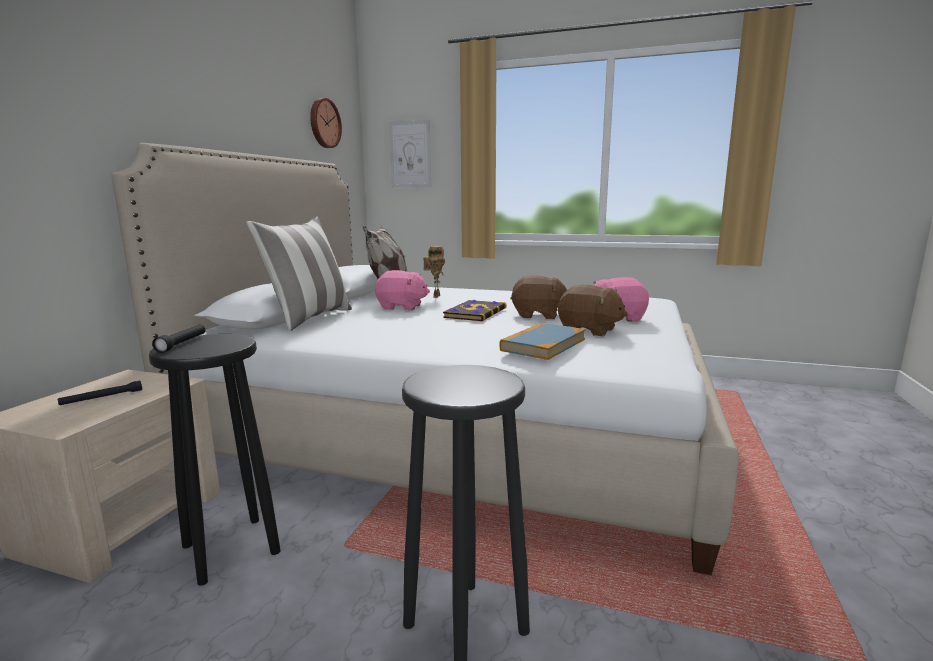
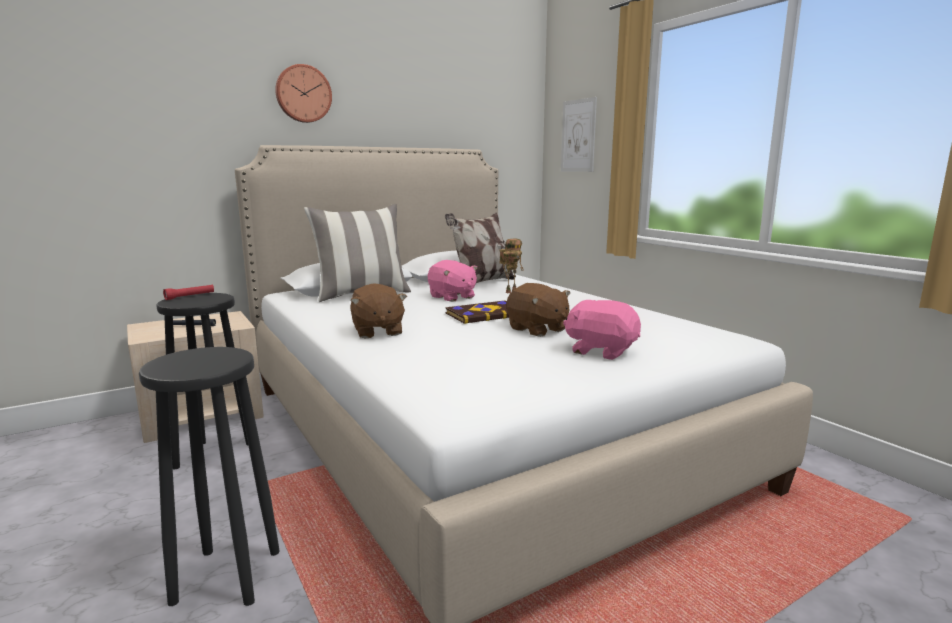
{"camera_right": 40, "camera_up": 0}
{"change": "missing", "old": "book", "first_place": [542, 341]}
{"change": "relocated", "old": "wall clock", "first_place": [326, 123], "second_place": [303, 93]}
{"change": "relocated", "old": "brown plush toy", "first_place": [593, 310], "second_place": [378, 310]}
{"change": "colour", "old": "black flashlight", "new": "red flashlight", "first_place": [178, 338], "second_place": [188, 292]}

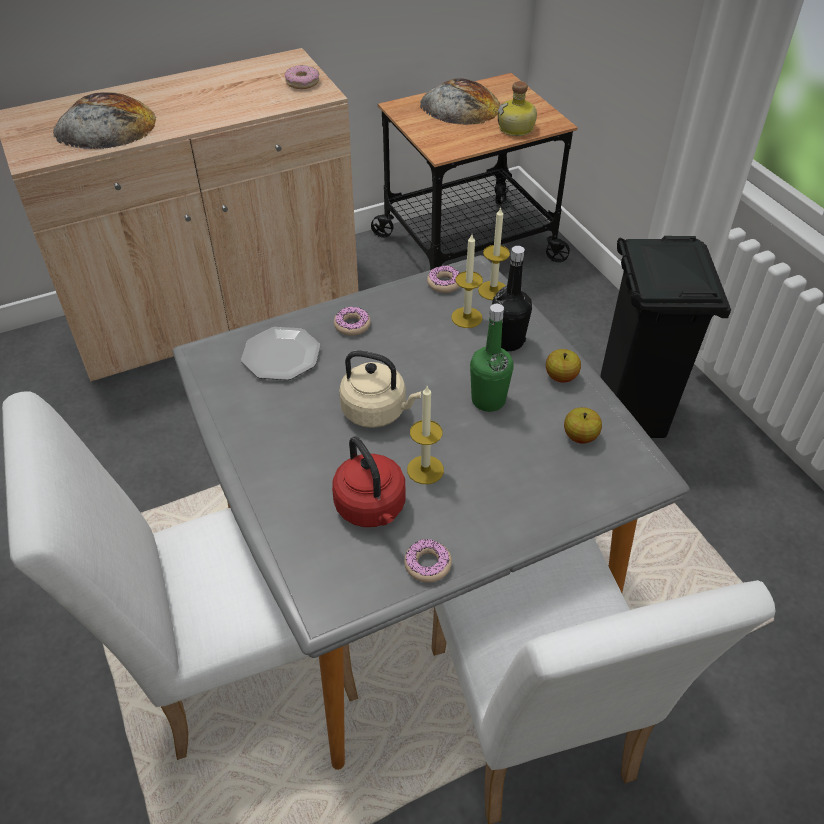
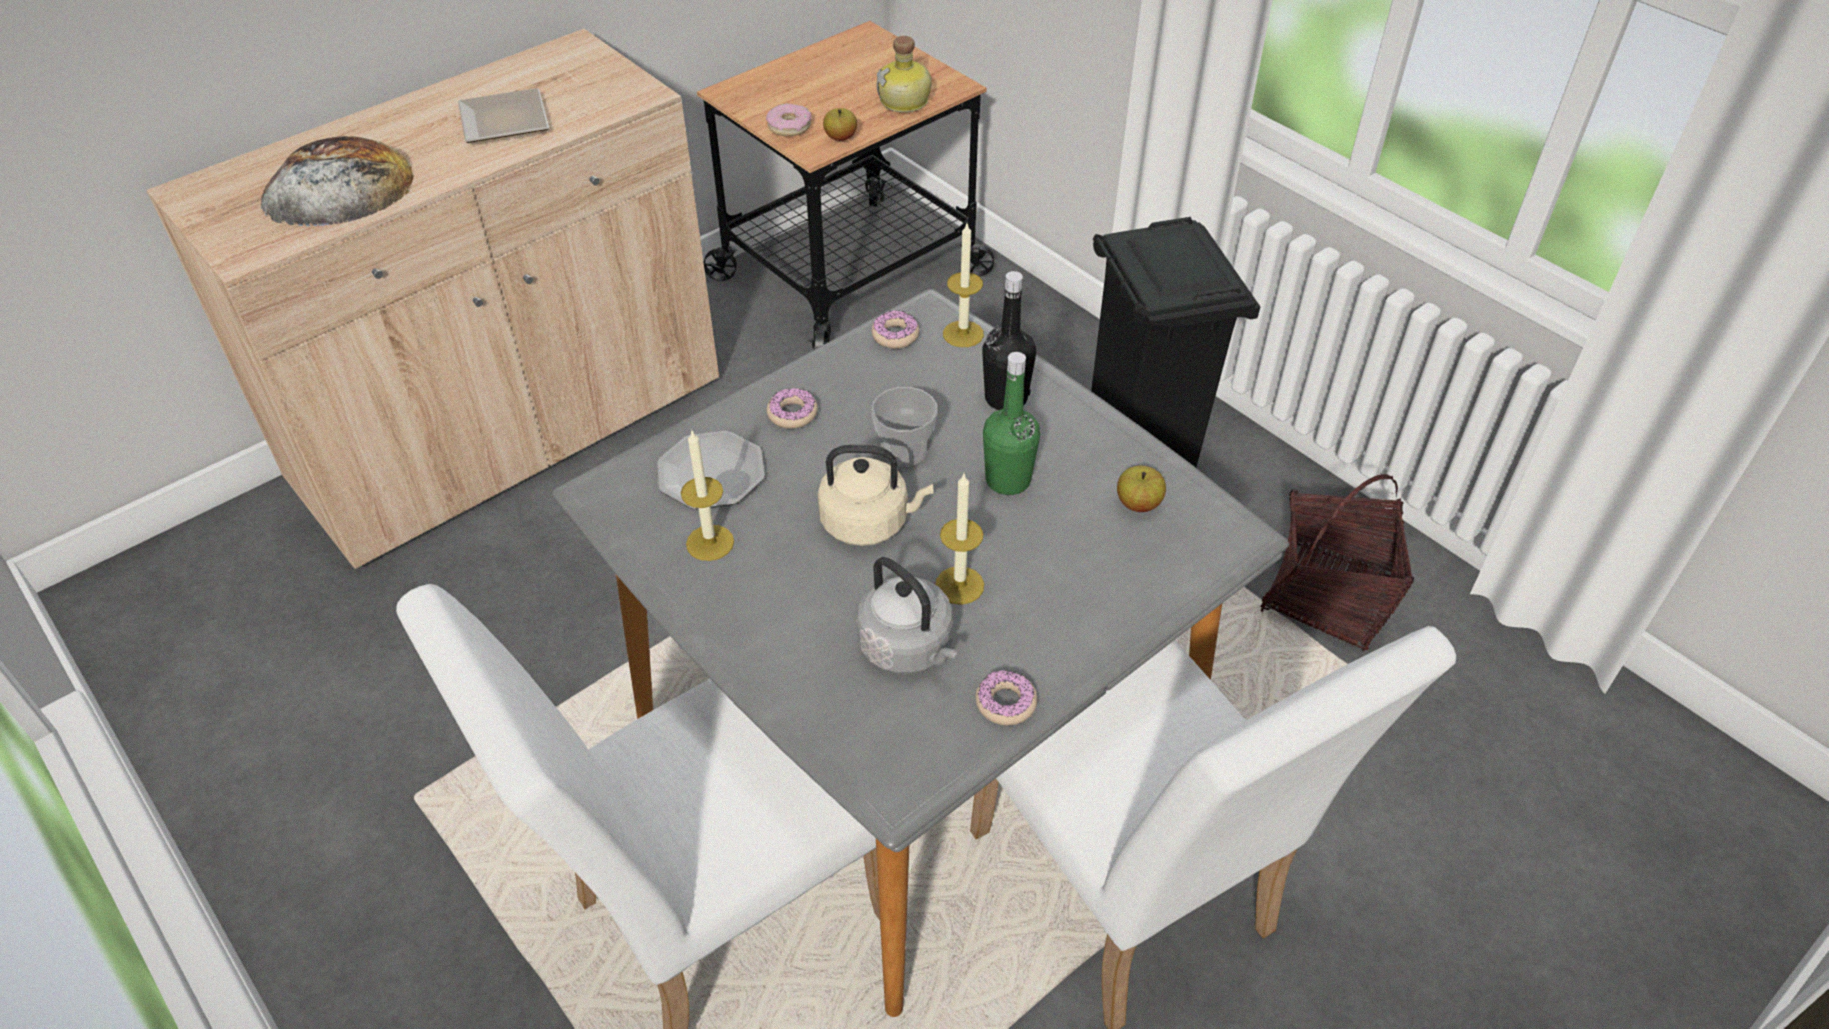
{"camera_right": -15, "camera_up": 0}
{"change": "missing", "old": "bread", "first_place": [460, 101]}
{"change": "appeared", "new": "plate", "second_place": [503, 115]}
{"change": "appeared", "new": "cup", "second_place": [904, 426]}
{"change": "appeared", "new": "basket", "second_place": [1337, 563]}
{"change": "relocated", "old": "donut", "first_place": [302, 77], "second_place": [789, 119]}
{"change": "relocated", "old": "candle", "first_place": [467, 281], "second_place": [707, 495]}
{"change": "relocated", "old": "apple", "first_place": [563, 366], "second_place": [840, 124]}
{"change": "colour", "old": "red kettle", "new": "grey kettle", "first_place": [369, 481], "second_place": [906, 615]}

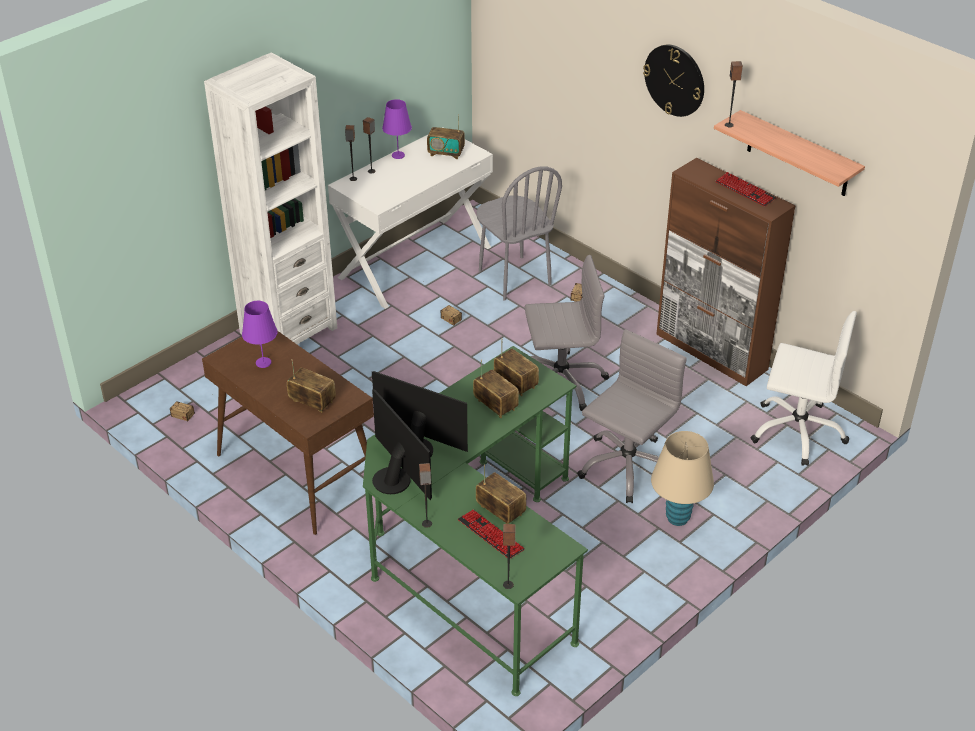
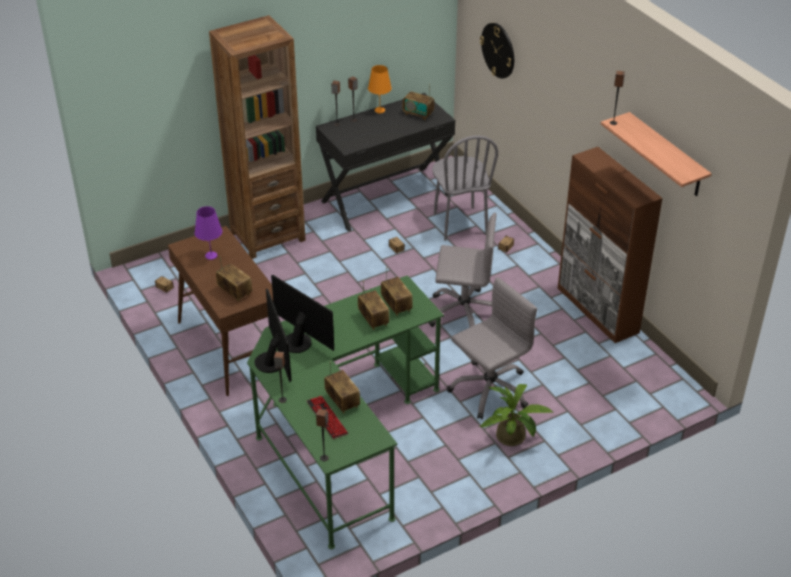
{"camera_right": 15, "camera_up": 0}
{"change": "missing", "old": "keyboard", "first_place": [746, 189]}
{"change": "missing", "old": "white office chair", "first_place": [804, 388]}
{"change": "relocated", "old": "wall clock", "first_place": [673, 80], "second_place": [497, 51]}
{"change": "exchanged", "old": "beige table lamp", "new": "potted plant", "first_place": [682, 478], "second_place": [516, 415]}
{"change": "colour", "old": "white bookcase", "new": "brown bookcase", "first_place": [270, 198], "second_place": [257, 137]}
{"change": "colour", "old": "white desk", "new": "black desk", "first_place": [410, 218], "second_place": [385, 162]}
{"change": "colour", "old": "purple table lamp", "new": "orange table lamp", "first_place": [397, 129], "second_place": [380, 89]}

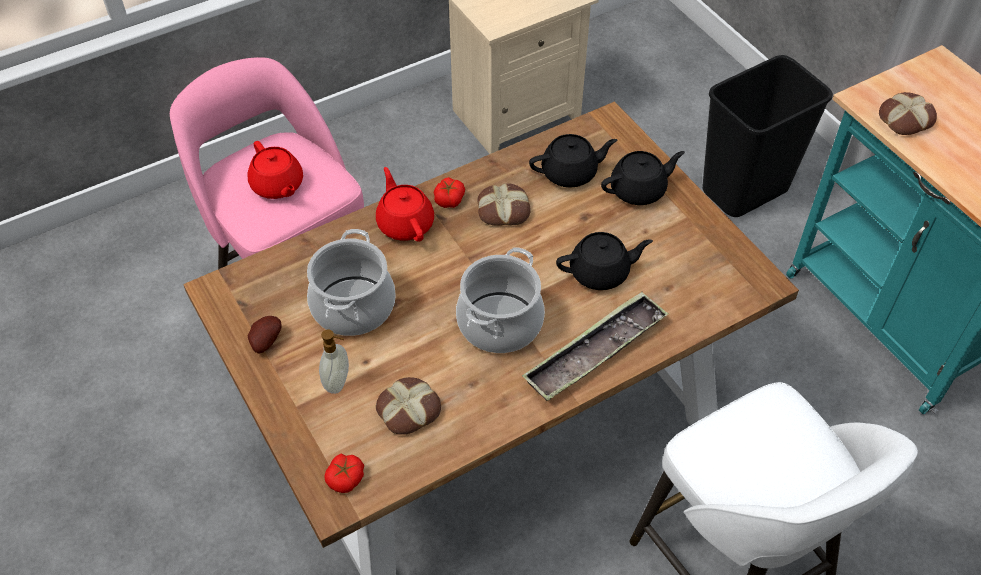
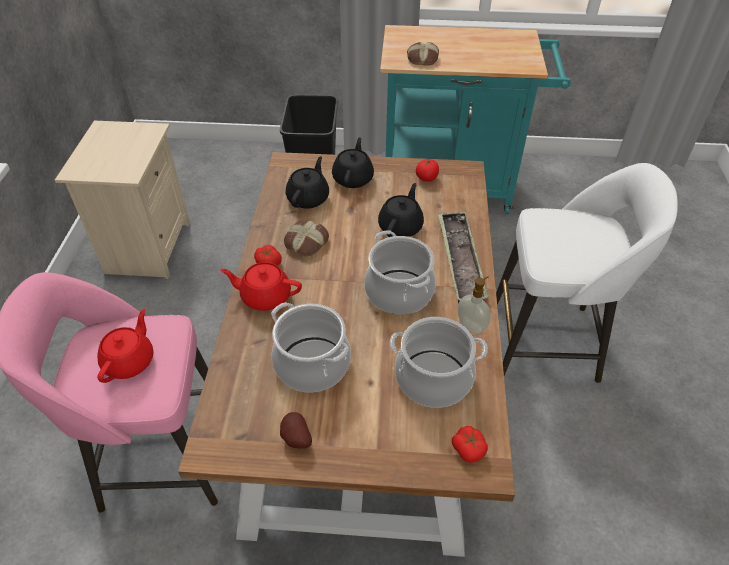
{"camera_right": -55, "camera_up": -5}
{"change": "appeared", "new": "tomato", "second_place": [427, 170]}
{"change": "relocated", "old": "soap dispenser", "first_place": [334, 361], "second_place": [474, 305]}
{"change": "exchanged", "old": "bread", "new": "cooking pot", "first_place": [408, 406], "second_place": [439, 362]}
{"change": "spun", "old": "red teapot", "first_place": [275, 170], "second_place": [125, 346], "degrees": -75}

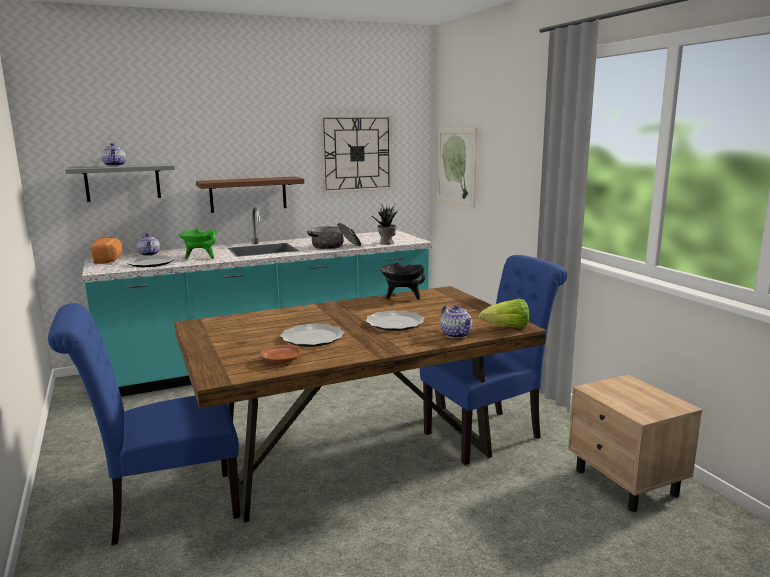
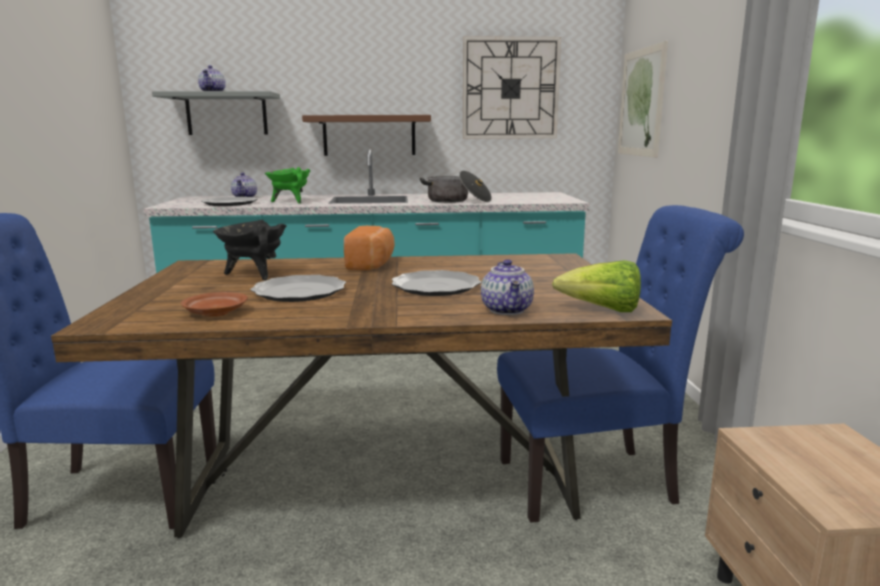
{"camera_right": 20, "camera_up": 0}
{"change": "missing", "old": "potted plant", "first_place": [384, 224]}
{"change": "relocated", "old": "bread", "first_place": [107, 251], "second_place": [369, 248]}
{"change": "relocated", "old": "black cooking pot", "first_place": [403, 281], "second_place": [249, 250]}

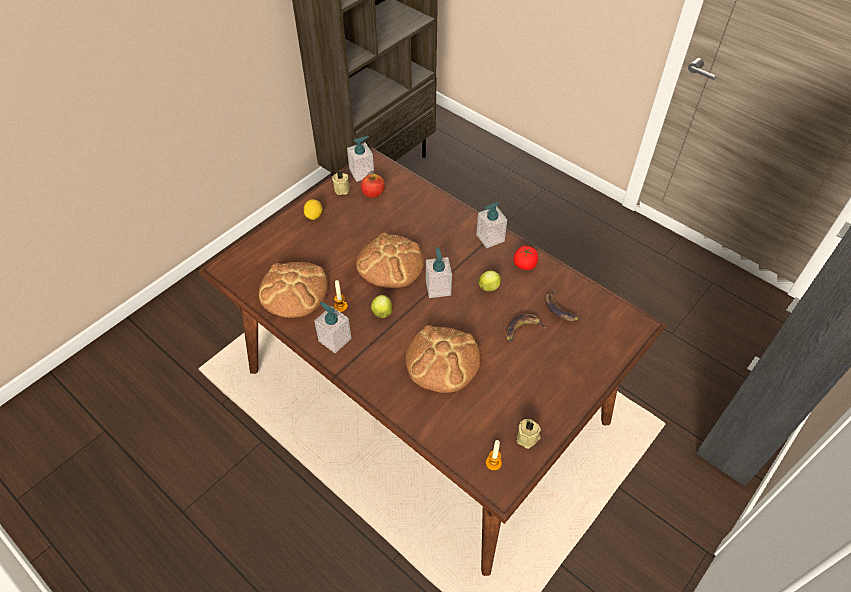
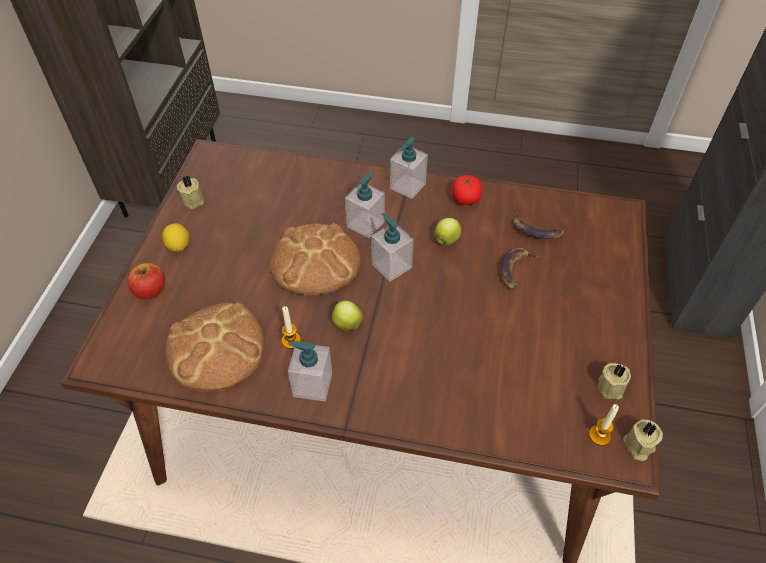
{"camera_right": -30, "camera_up": 0}
{"change": "missing", "old": "bread", "first_place": [443, 359]}
{"change": "appeared", "new": "beige candle", "second_place": [643, 440]}
{"change": "relocated", "old": "soap dispenser", "first_place": [360, 159], "second_place": [365, 204]}
{"change": "relocated", "old": "apple", "first_place": [373, 186], "second_place": [146, 281]}

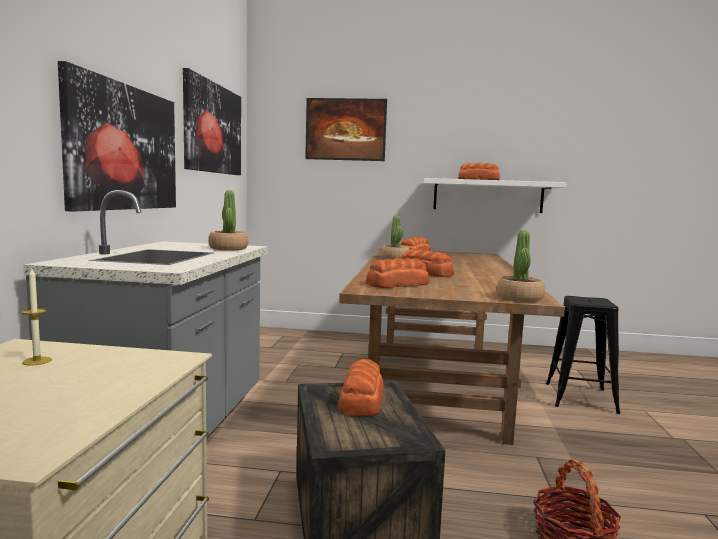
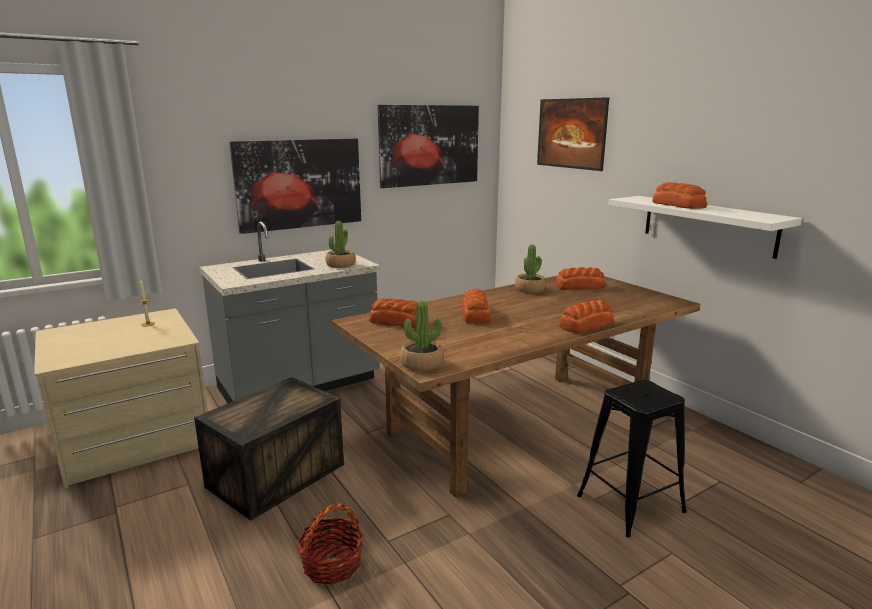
{"camera_right": 50, "camera_up": 10}
{"change": "relocated", "old": "bread", "first_place": [361, 387], "second_place": [586, 316]}

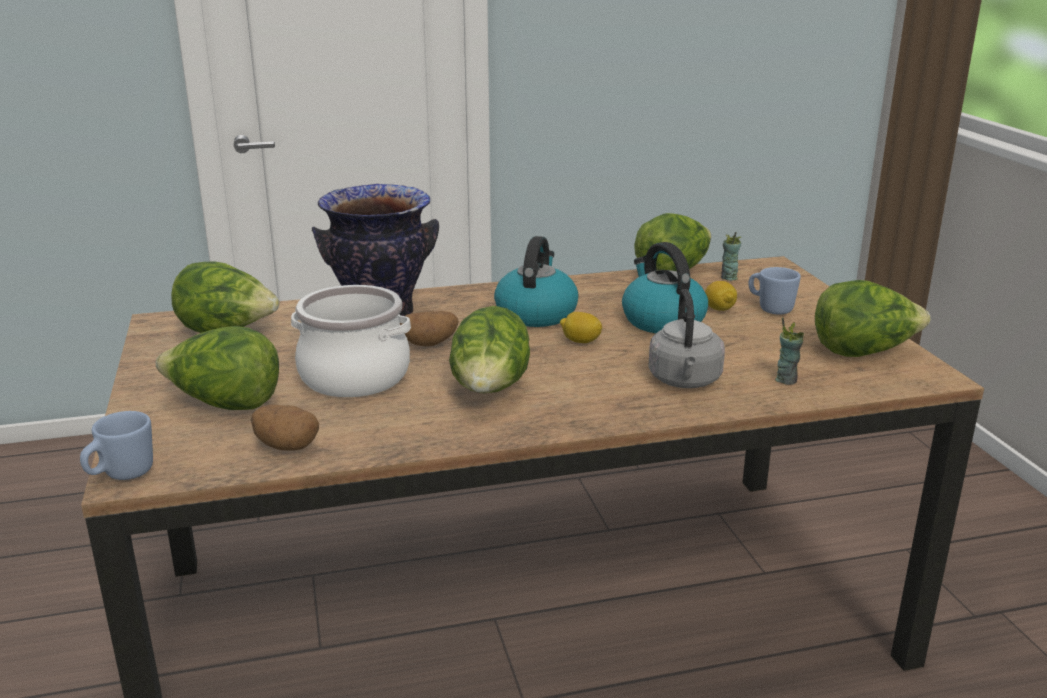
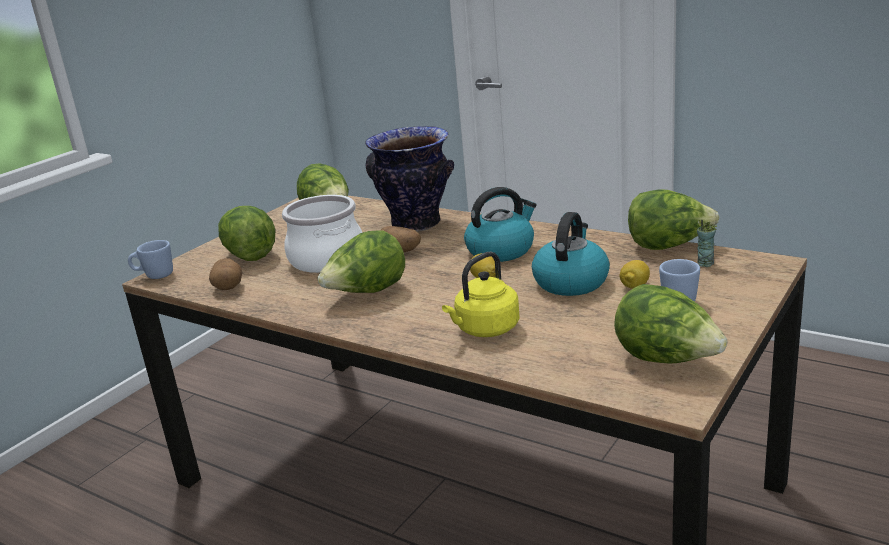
{"camera_right": 50, "camera_up": 0}
{"change": "missing", "old": "cup", "first_place": [789, 351]}
{"change": "colour", "old": "grey kettle", "new": "yellow kettle", "first_place": [686, 338], "second_place": [481, 294]}

